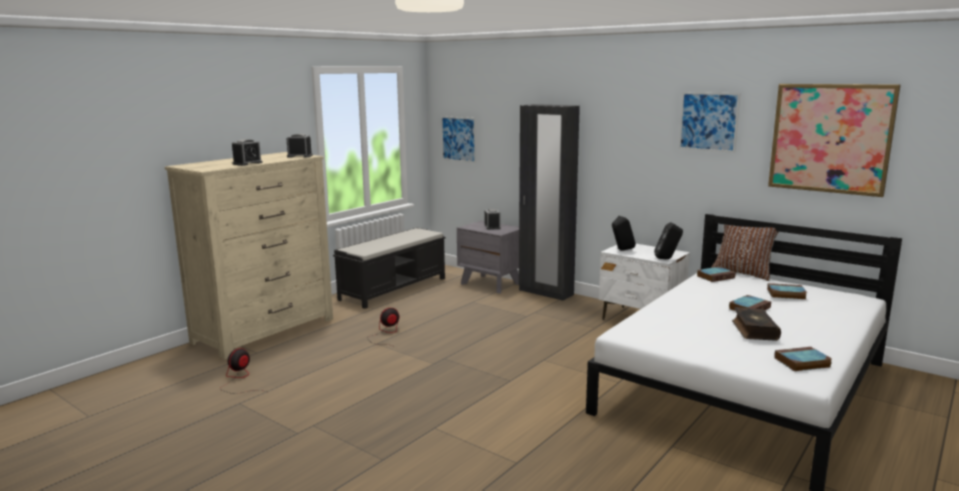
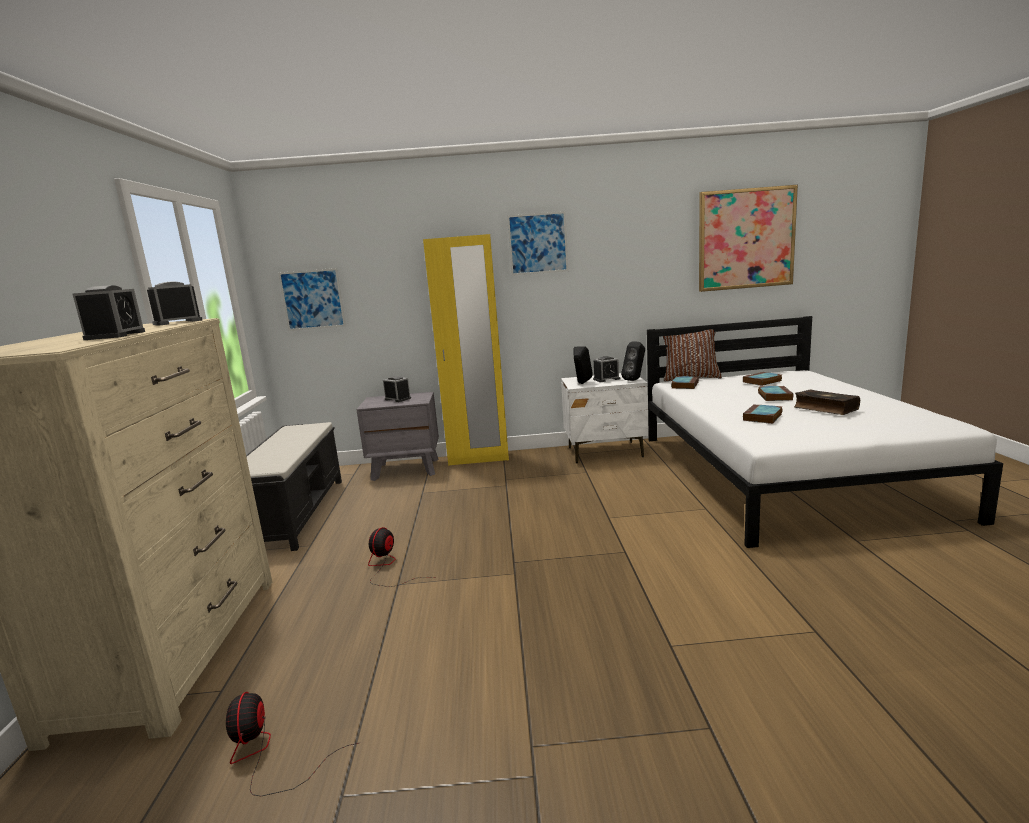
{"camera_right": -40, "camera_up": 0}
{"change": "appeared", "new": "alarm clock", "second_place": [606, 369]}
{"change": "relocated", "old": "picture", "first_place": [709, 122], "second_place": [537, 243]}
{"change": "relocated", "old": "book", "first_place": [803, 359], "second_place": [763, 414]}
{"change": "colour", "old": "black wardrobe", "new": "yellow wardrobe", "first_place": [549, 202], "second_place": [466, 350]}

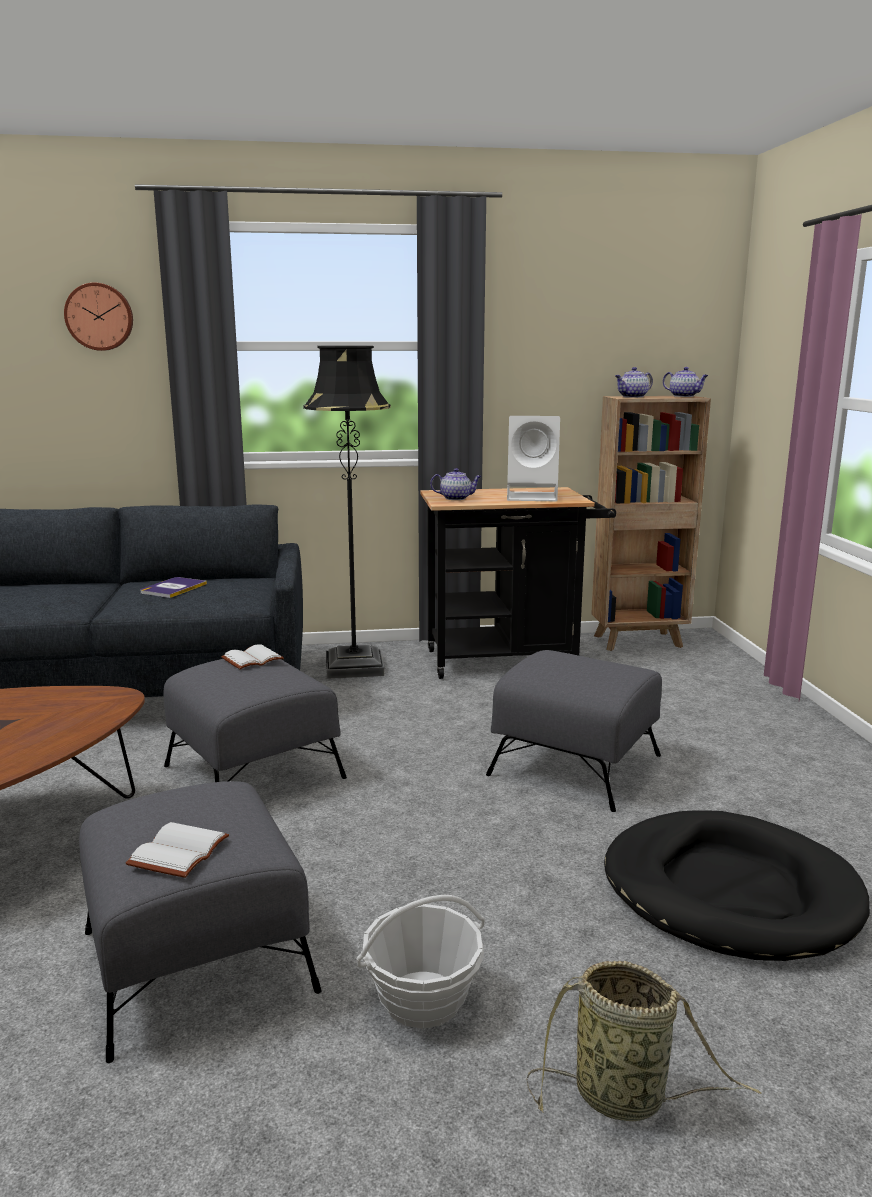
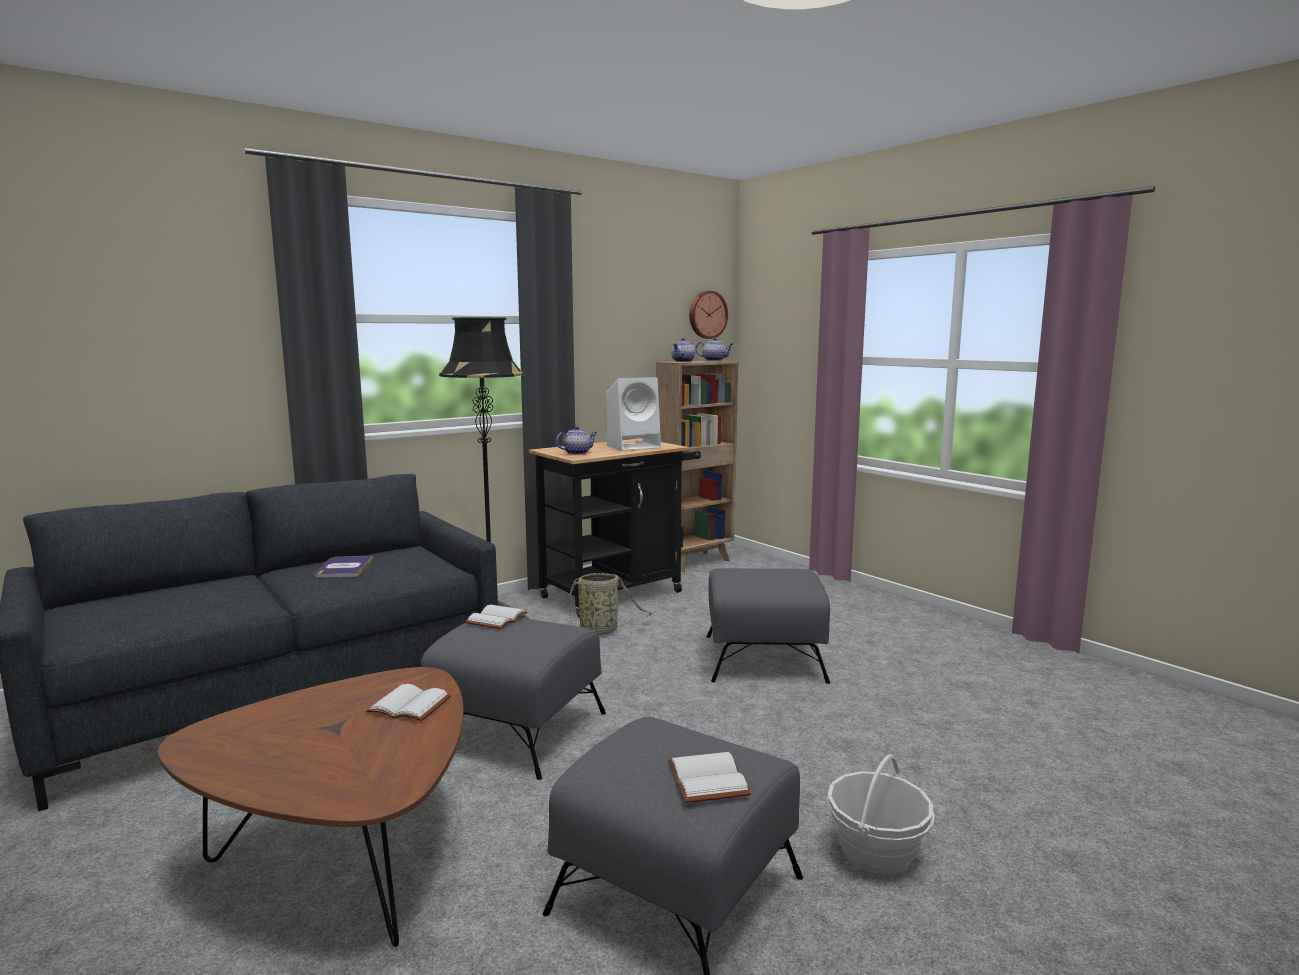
{"camera_right": -30, "camera_up": -5}
{"change": "missing", "old": "black dog bed", "first_place": [737, 885]}
{"change": "appeared", "new": "white book", "second_place": [409, 702]}
{"change": "relocated", "old": "wall clock", "first_place": [98, 317], "second_place": [708, 315]}
{"change": "relocated", "old": "basket", "first_place": [644, 1041], "second_place": [610, 604]}

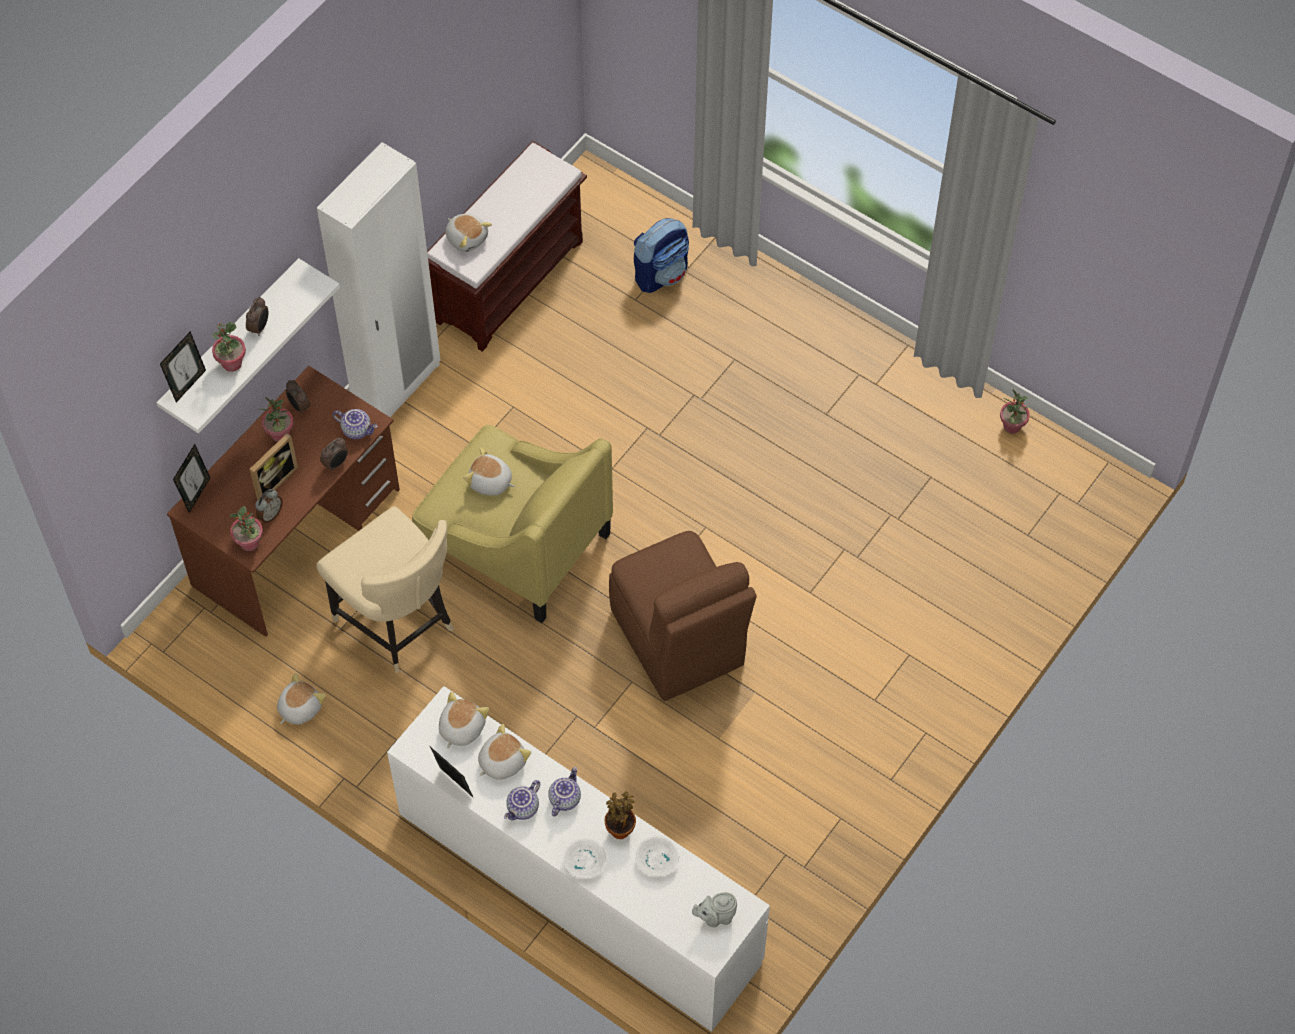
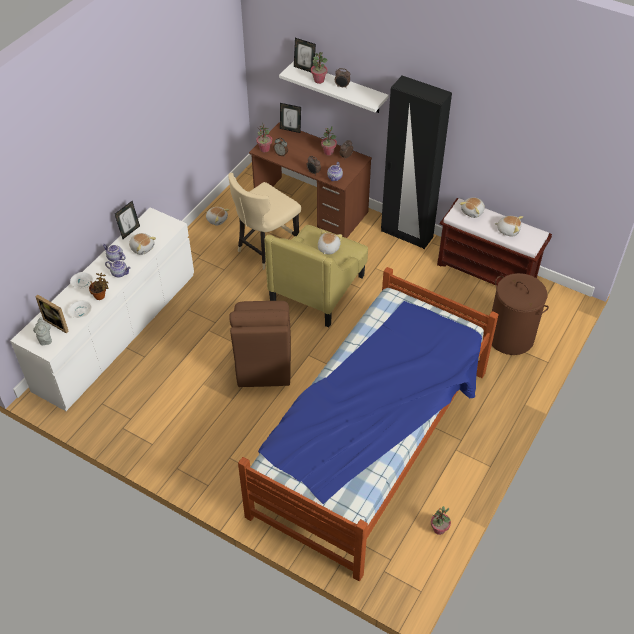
{"camera_right": 85, "camera_up": -10}
{"change": "appeared", "new": "bed", "second_place": [368, 424]}
{"change": "relocated", "old": "picture frame", "first_place": [274, 466], "second_place": [52, 314]}
{"change": "relocated", "old": "plush toy", "first_place": [464, 720], "second_place": [508, 226]}
{"change": "exchanged", "old": "backpack", "new": "brown laundry basket", "first_place": [661, 255], "second_place": [520, 314]}
{"change": "colour", "old": "white wardrobe", "new": "black wardrobe", "first_place": [378, 279], "second_place": [416, 162]}
{"change": "spun", "old": "brown chair", "first_place": [683, 616], "second_place": [260, 344], "degrees": -60}

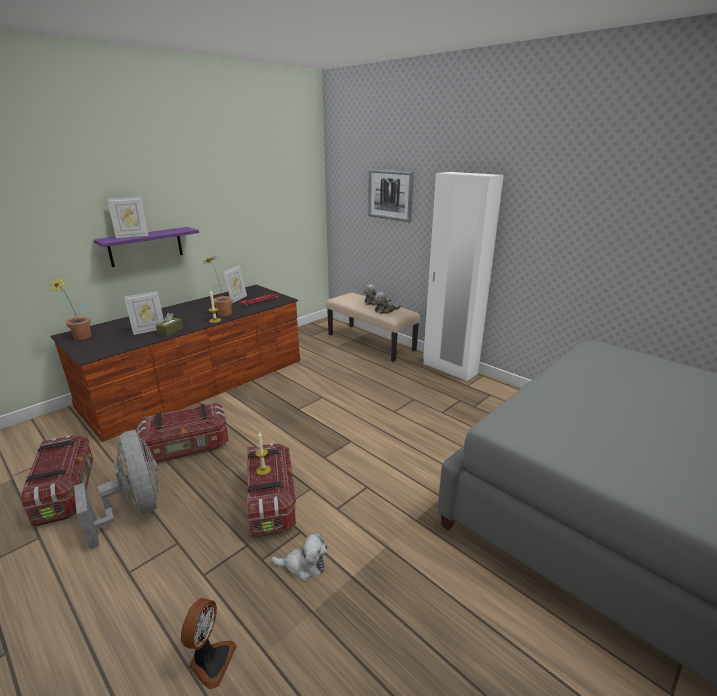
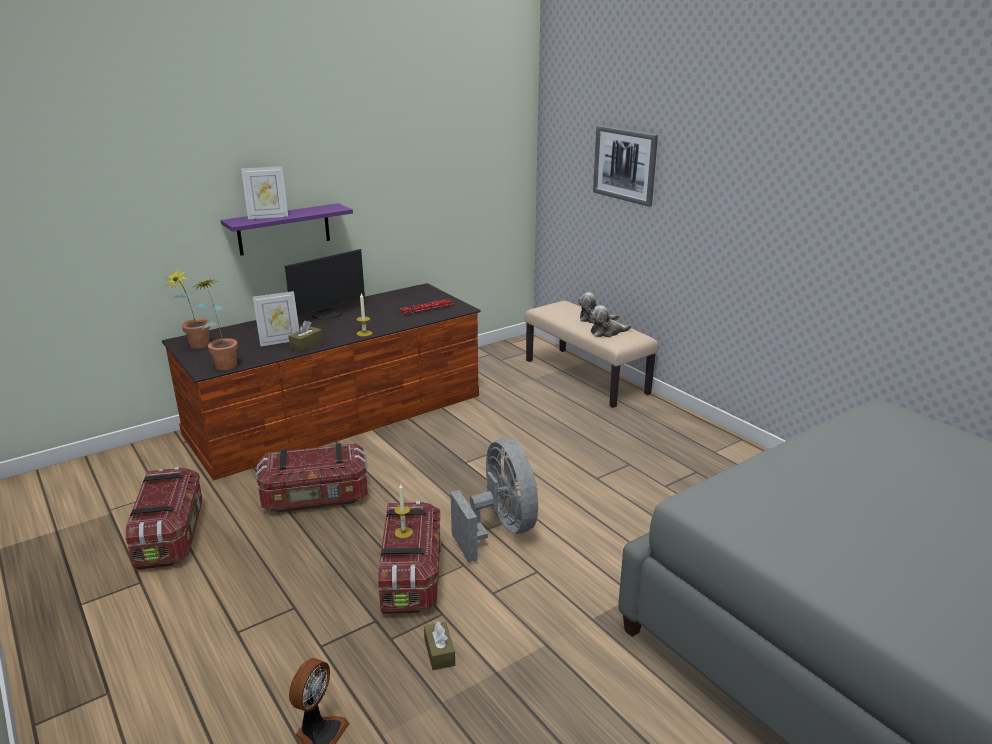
{"camera_right": 10, "camera_up": 0}
{"change": "missing", "old": "picture frame", "first_place": [235, 284]}
{"change": "missing", "old": "white wardrobe", "first_place": [463, 276]}
{"change": "appeared", "new": "monitor", "second_place": [325, 284]}
{"change": "relocated", "old": "grey fan", "first_place": [116, 490], "second_place": [494, 500]}
{"change": "relocated", "old": "potted plant", "first_place": [218, 286], "second_place": [216, 324]}
{"change": "exchanged", "old": "plush toy", "new": "brown tissue box", "first_place": [299, 557], "second_place": [439, 645]}

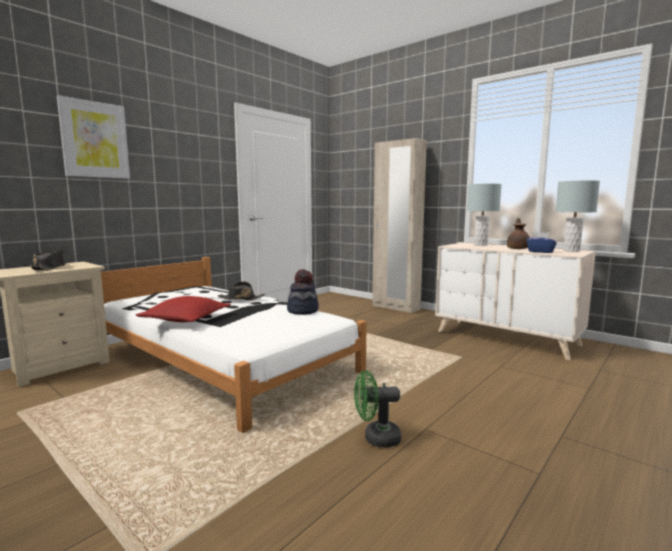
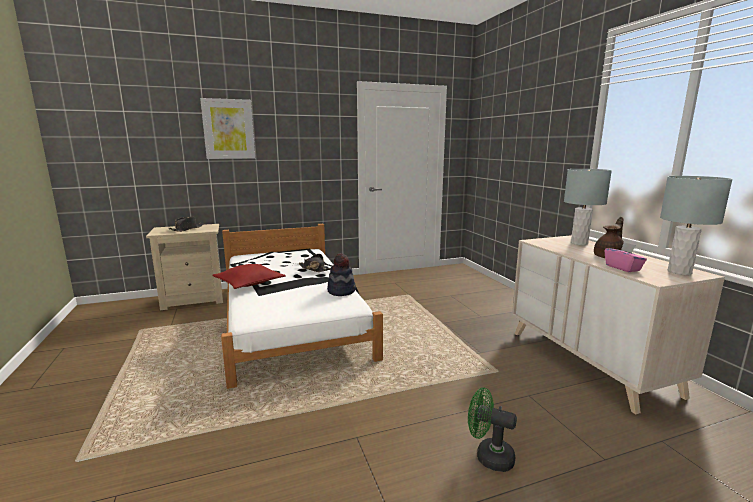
{"camera_right": 30, "camera_up": 5}
{"change": "missing", "old": "beige wardrobe", "first_place": [399, 225]}
{"change": "relocated", "old": "green fan", "first_place": [377, 408], "second_place": [492, 430]}
{"change": "colour", "old": "blue tissue box", "new": "pink tissue box", "first_place": [542, 242], "second_place": [625, 257]}

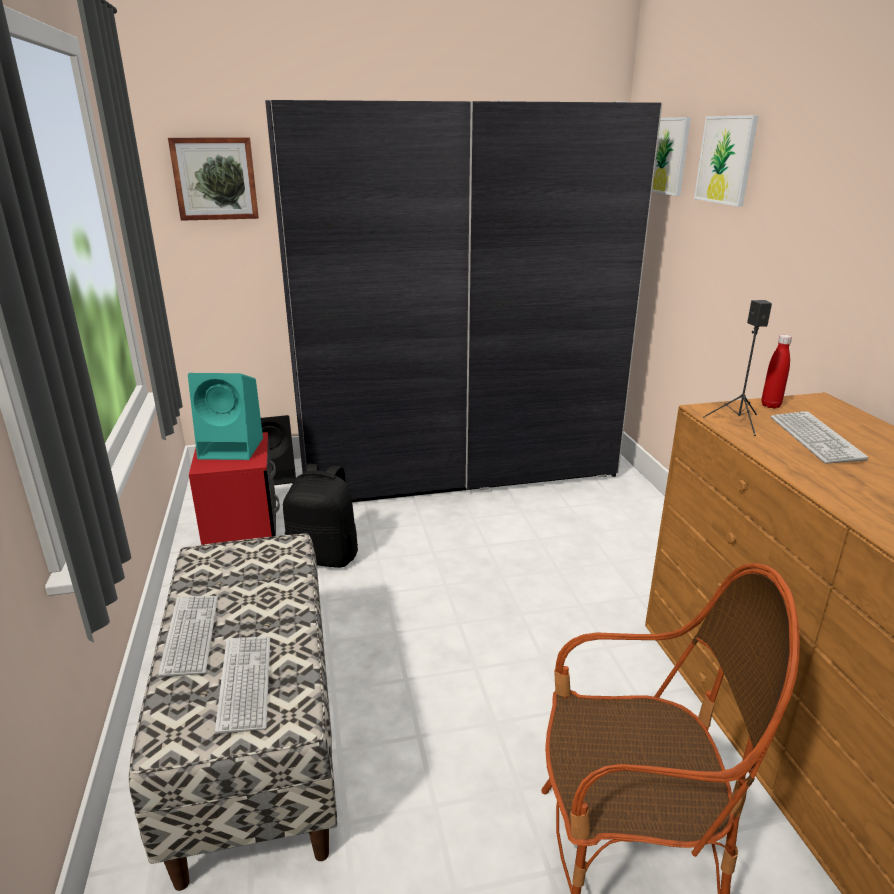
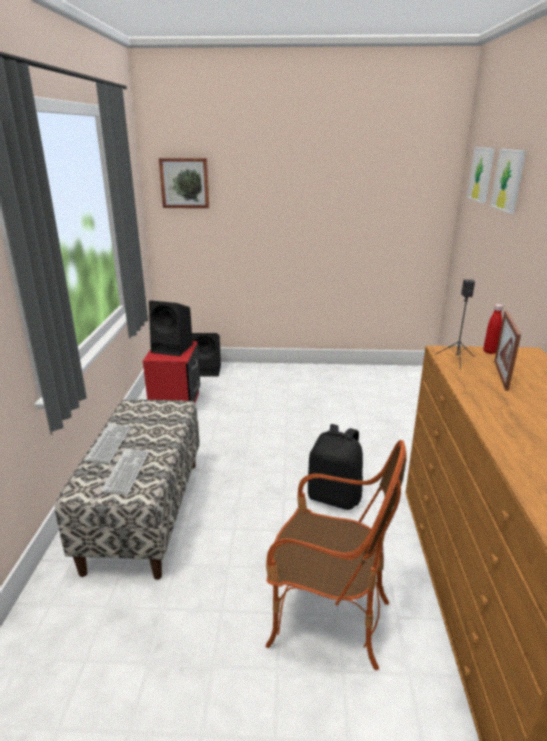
{"camera_right": 15, "camera_up": 0}
{"change": "missing", "old": "grey wardrobe", "first_place": [463, 301]}
{"change": "relocated", "old": "black backpack", "first_place": [320, 516], "second_place": [335, 467]}
{"change": "exchanged", "old": "keyboard", "new": "picture frame", "first_place": [819, 437], "second_place": [507, 350]}
{"change": "colour", "old": "turquoise speaker", "new": "black speaker", "first_place": [225, 416], "second_place": [171, 328]}

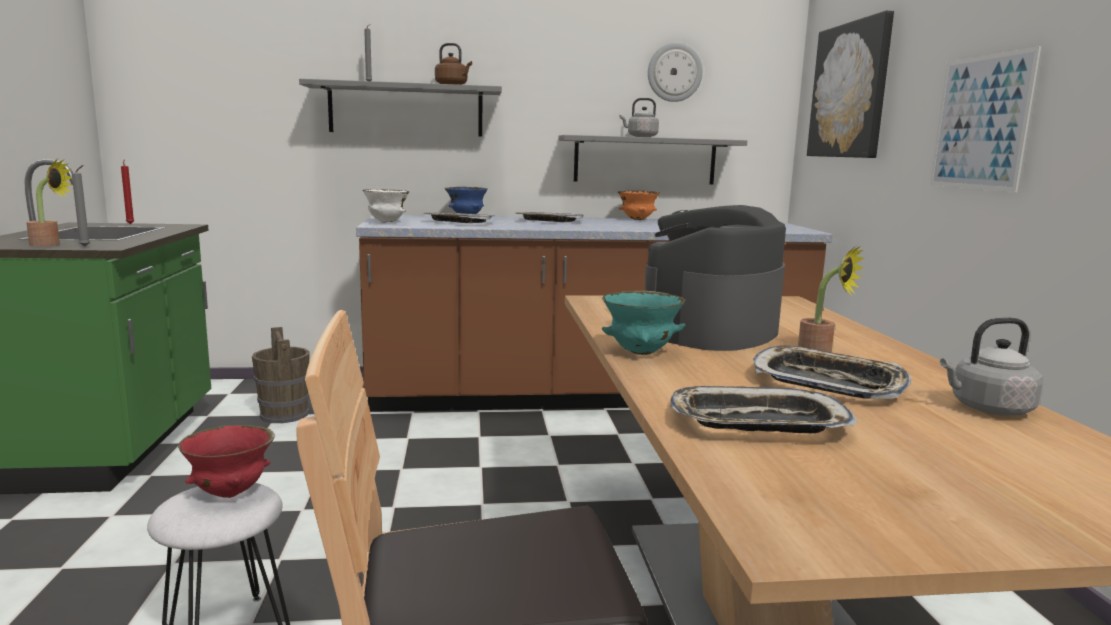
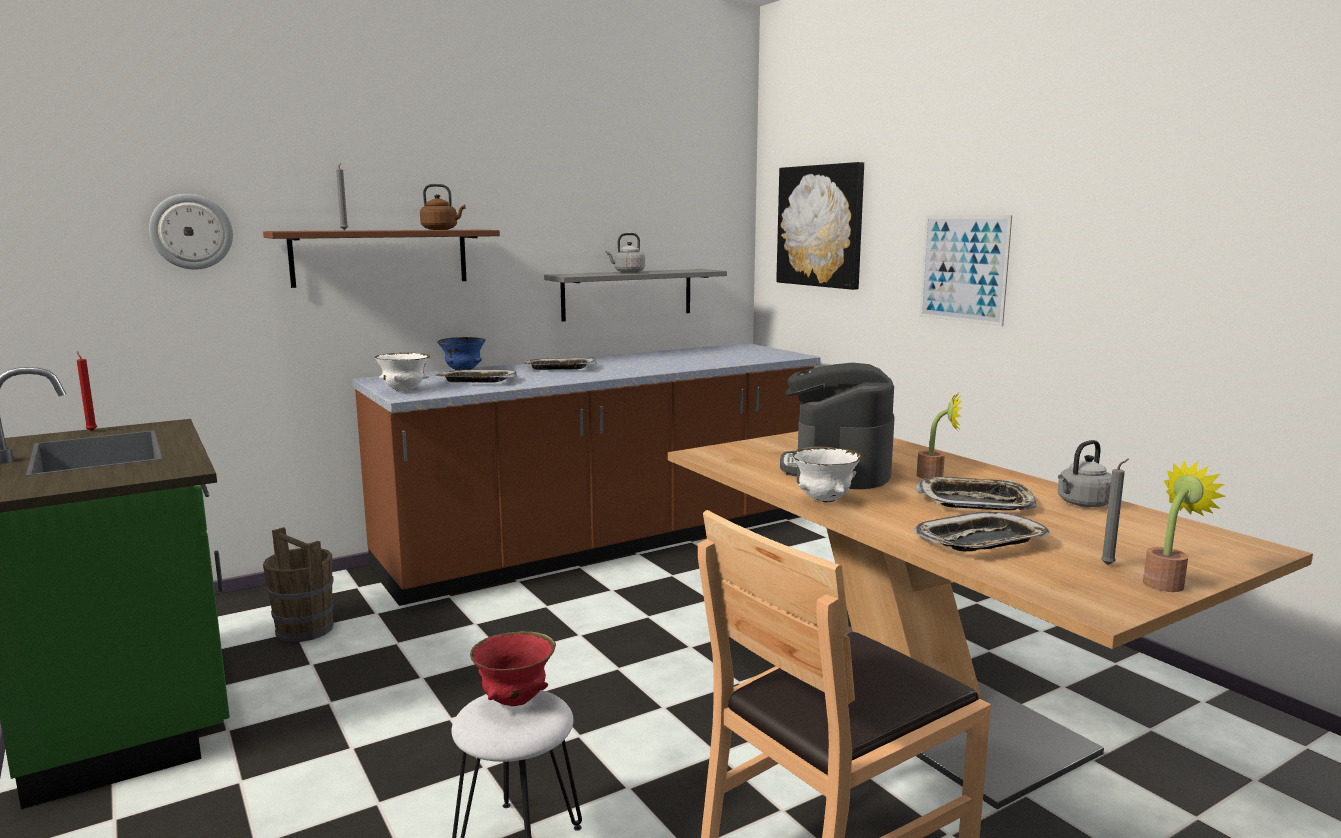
{"camera_right": -25, "camera_up": 0}
{"change": "missing", "old": "orange bowl", "first_place": [639, 205]}
{"change": "relocated", "old": "potted plant", "first_place": [49, 202], "second_place": [1184, 526]}
{"change": "relocated", "old": "grey candle", "first_place": [81, 206], "second_place": [1115, 512]}
{"change": "relocated", "old": "wall clock", "first_place": [675, 72], "second_place": [191, 232]}
{"change": "colour", "old": "grey shelf", "new": "brown shelf", "first_place": [400, 108], "second_place": [381, 259]}
{"change": "colour", "old": "turquoise bowl", "new": "white bowl", "first_place": [644, 323], "second_place": [826, 474]}

